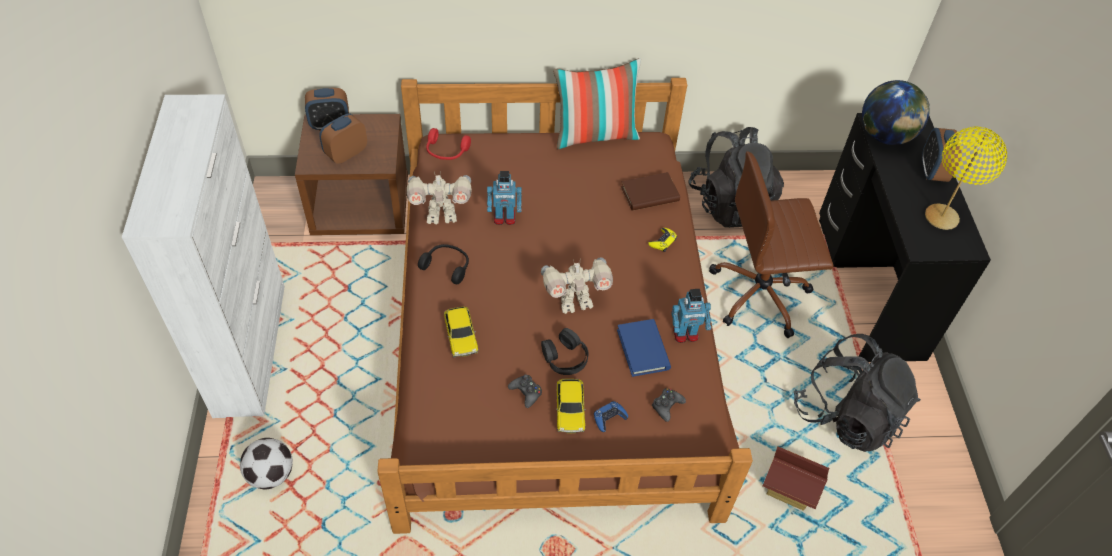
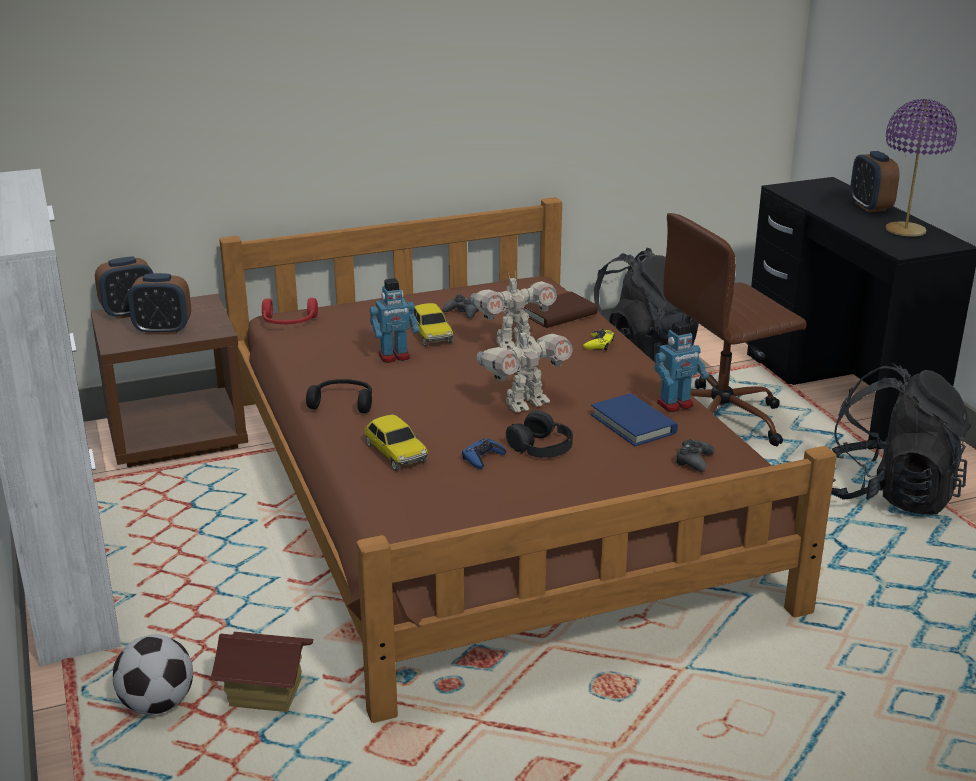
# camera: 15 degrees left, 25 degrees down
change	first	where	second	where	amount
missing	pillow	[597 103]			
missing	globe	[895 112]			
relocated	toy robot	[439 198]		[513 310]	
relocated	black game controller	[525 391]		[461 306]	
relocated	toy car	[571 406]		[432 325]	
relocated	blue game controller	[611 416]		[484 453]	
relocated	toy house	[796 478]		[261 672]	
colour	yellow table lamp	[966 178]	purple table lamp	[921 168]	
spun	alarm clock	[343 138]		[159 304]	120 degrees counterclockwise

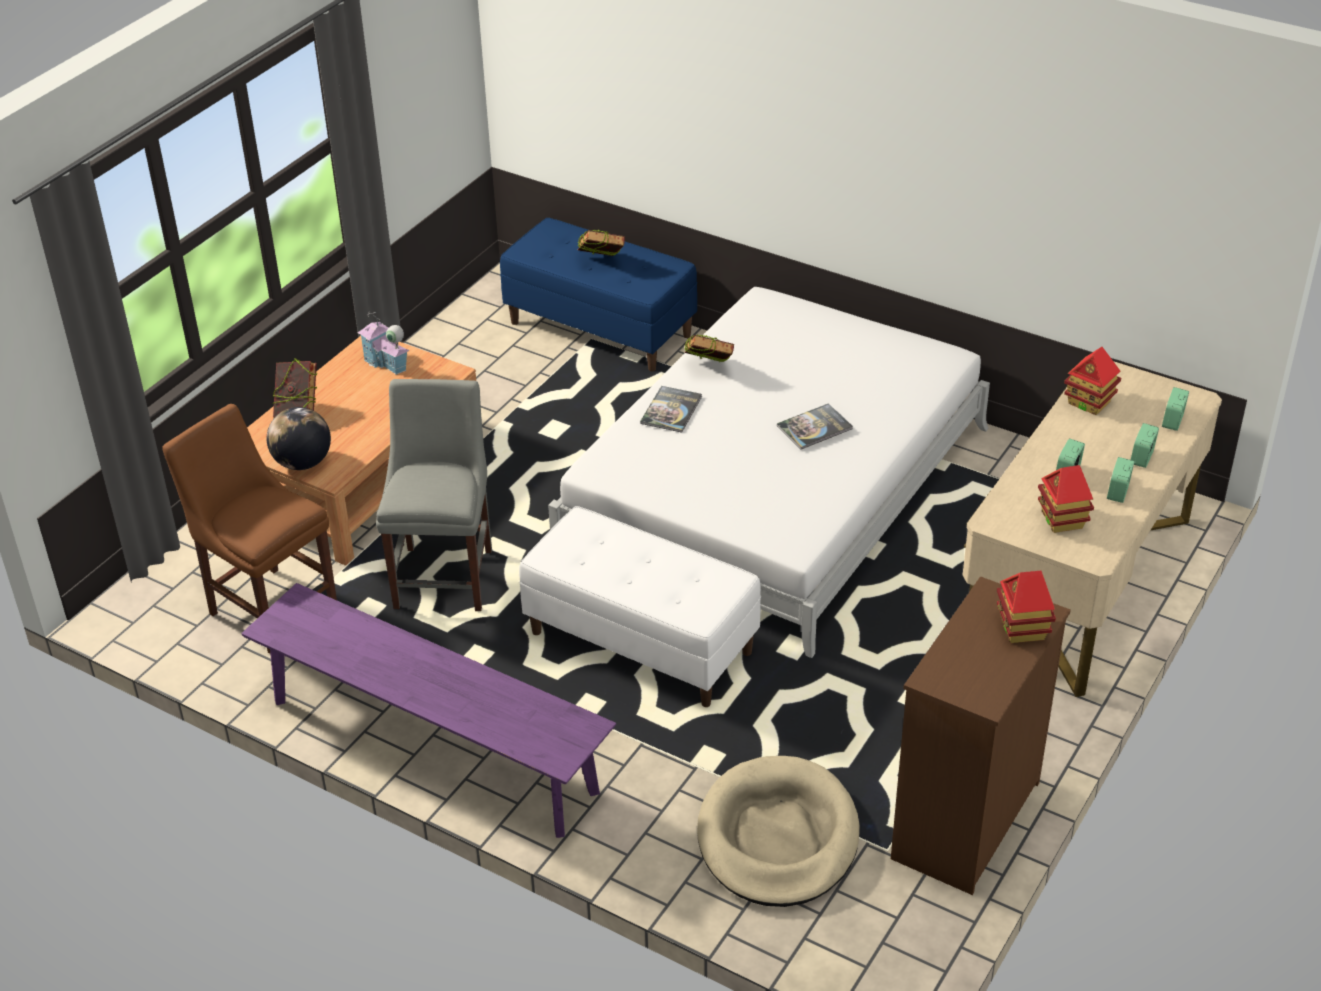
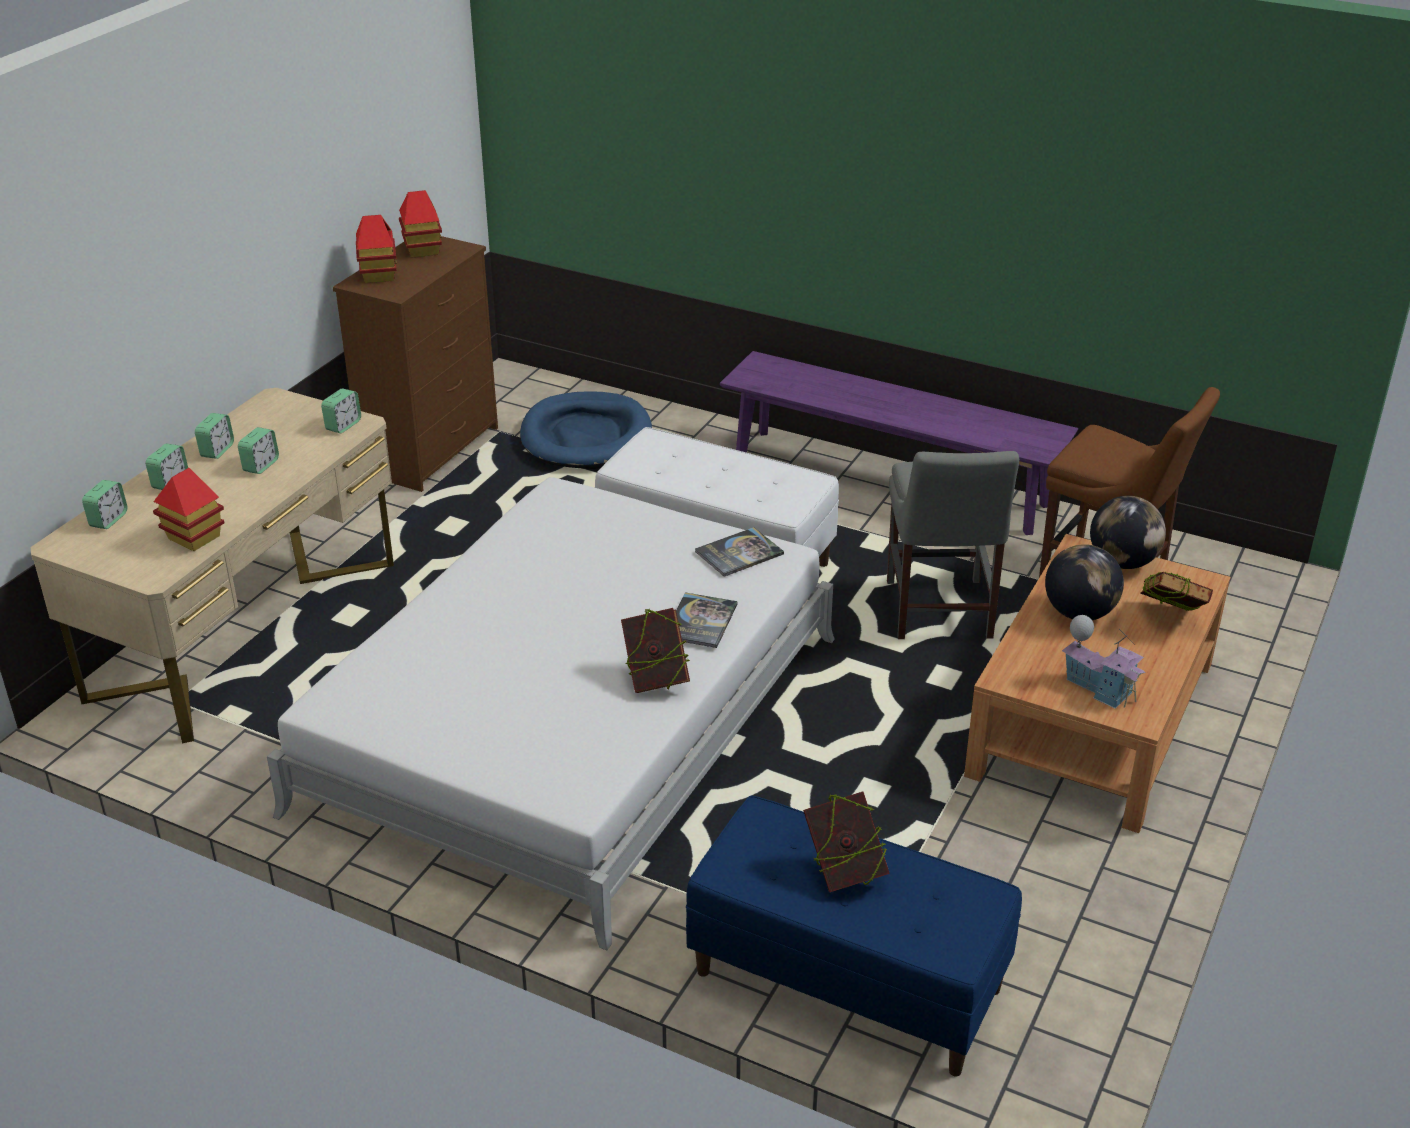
# camera: 175 degrees right, 5 degrees down
change	first	where	second	where	amount
appeared			alarm clock	[341 410]	
appeared			globe	[1084 582]	
relocated	book	[815 426]		[739 552]	
relocated	toy house	[1066 499]		[420 224]	
colour	beige dog bed	[778 831]	blue dog bed	[586 430]	

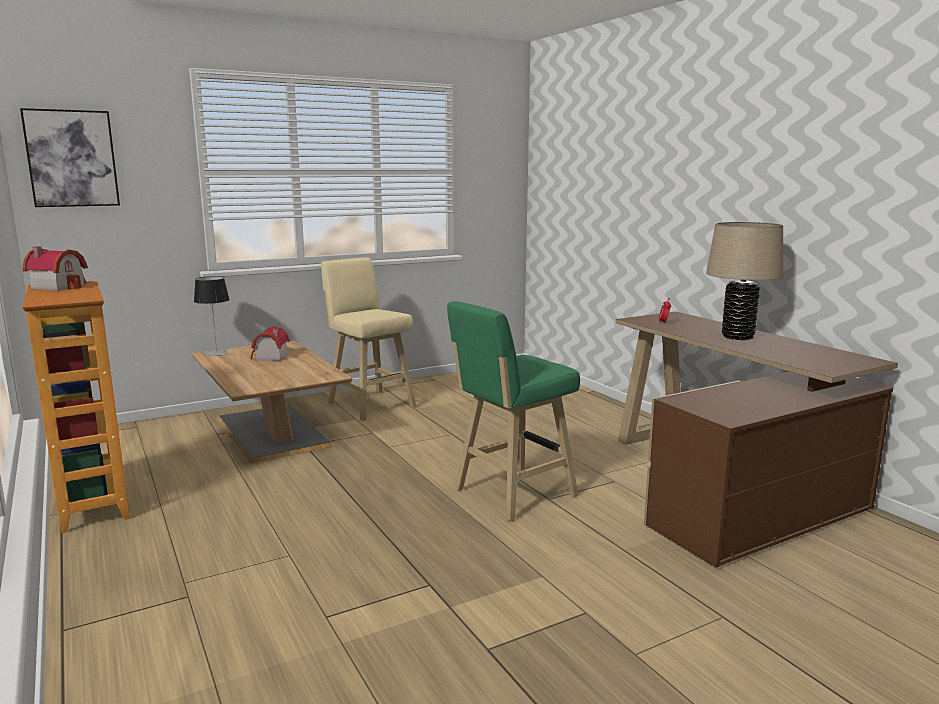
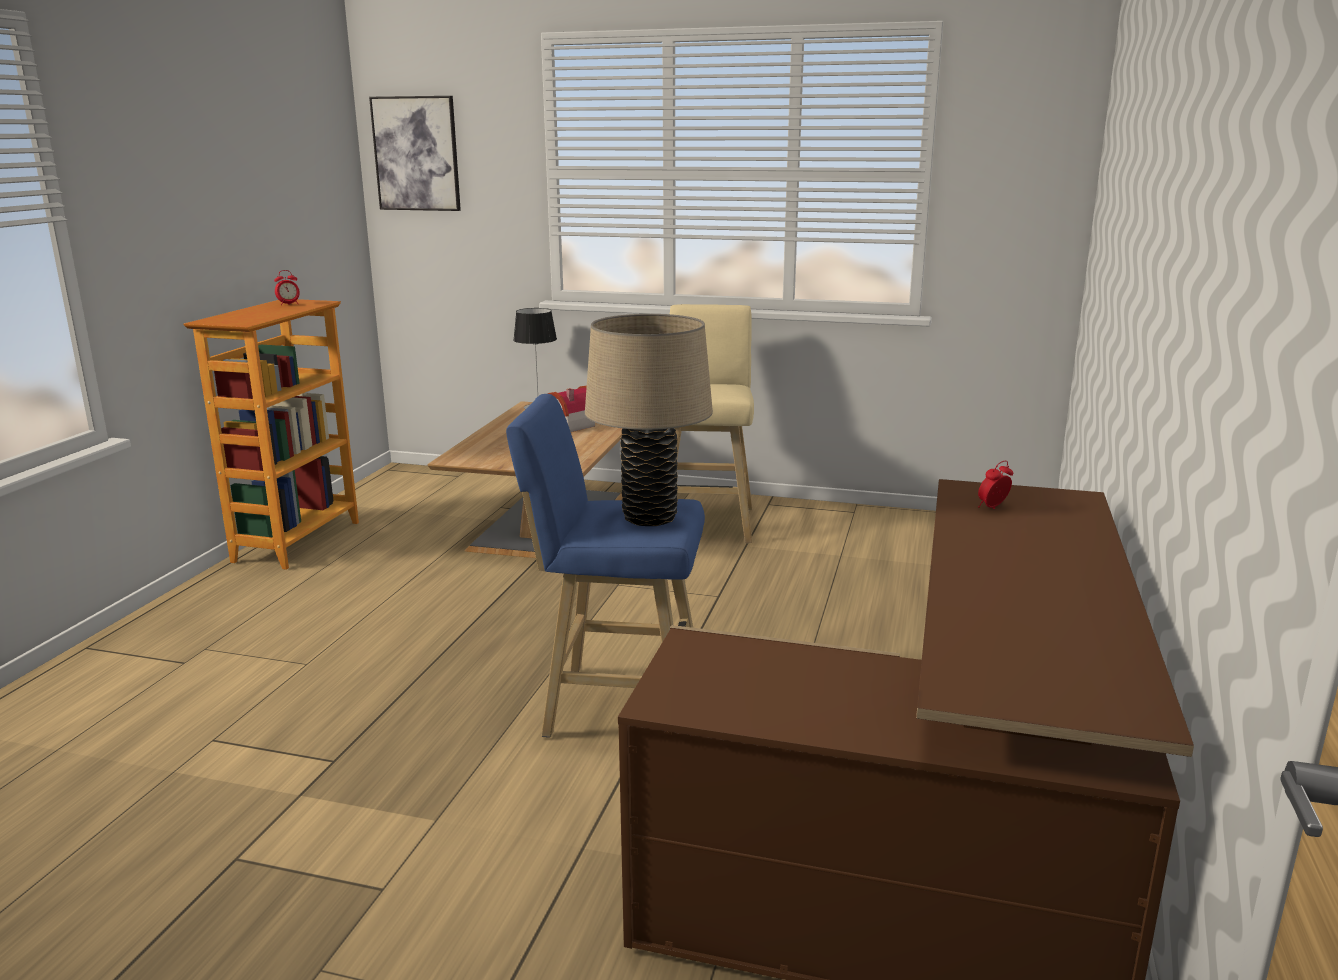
# camera: 45 degrees right, 5 degrees up
change	first	where	second	where	amount
relocated	beige table lamp	[744 281]		[649 420]	
exchanged	toy house	[55 268]	alarm clock	[287 287]	
colour	green stool	[513 411]	blue stool	[605 566]	

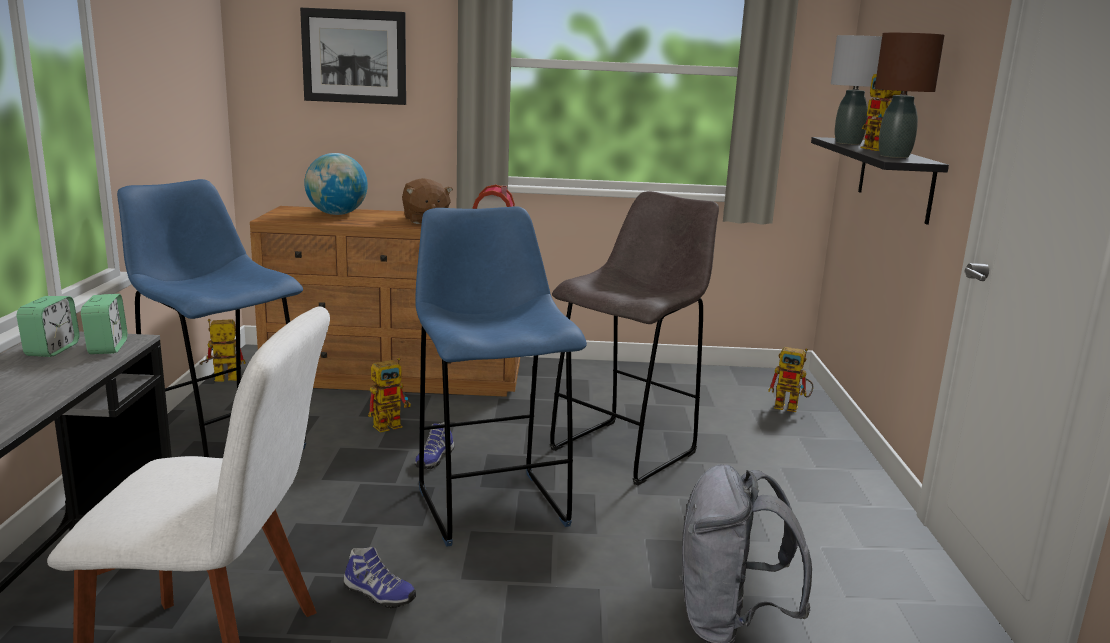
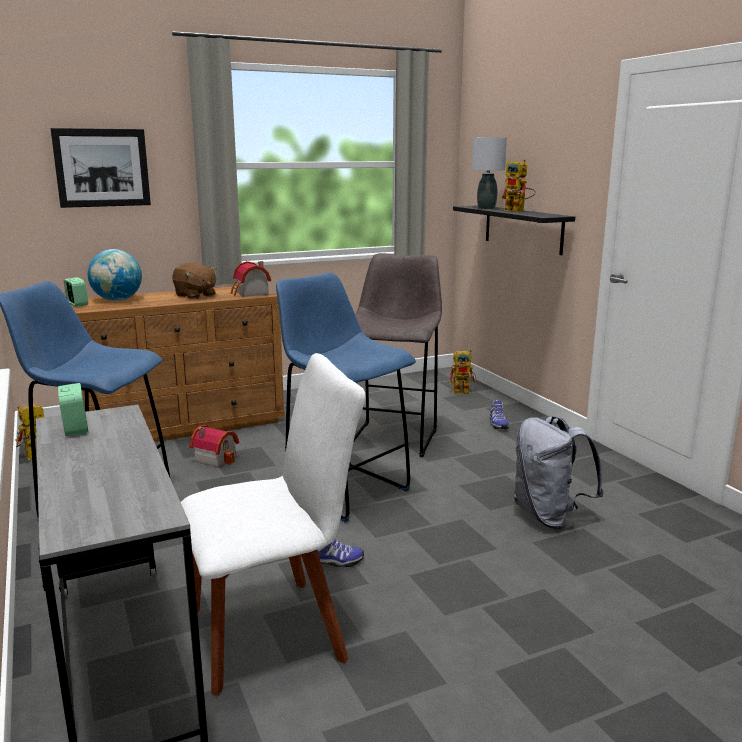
# camera: 25 degrees left, 0 degrees up
change	first	where	second	where	amount
missing	brown table lamp	[910 95]			
relocated	alarm clock	[104 324]		[76 292]	
relocated	shoe	[434 445]		[499 414]	
exchanged	toy robot	[389 395]	toy house	[214 446]	

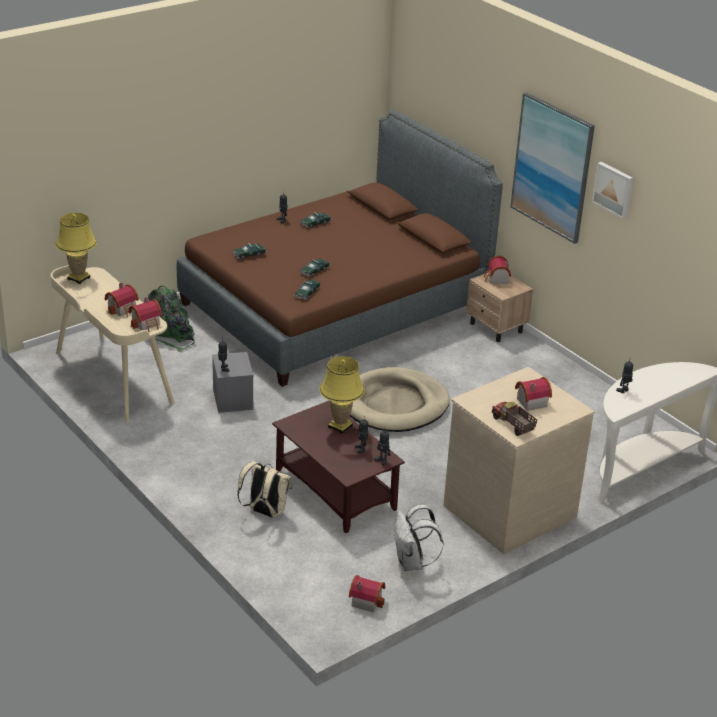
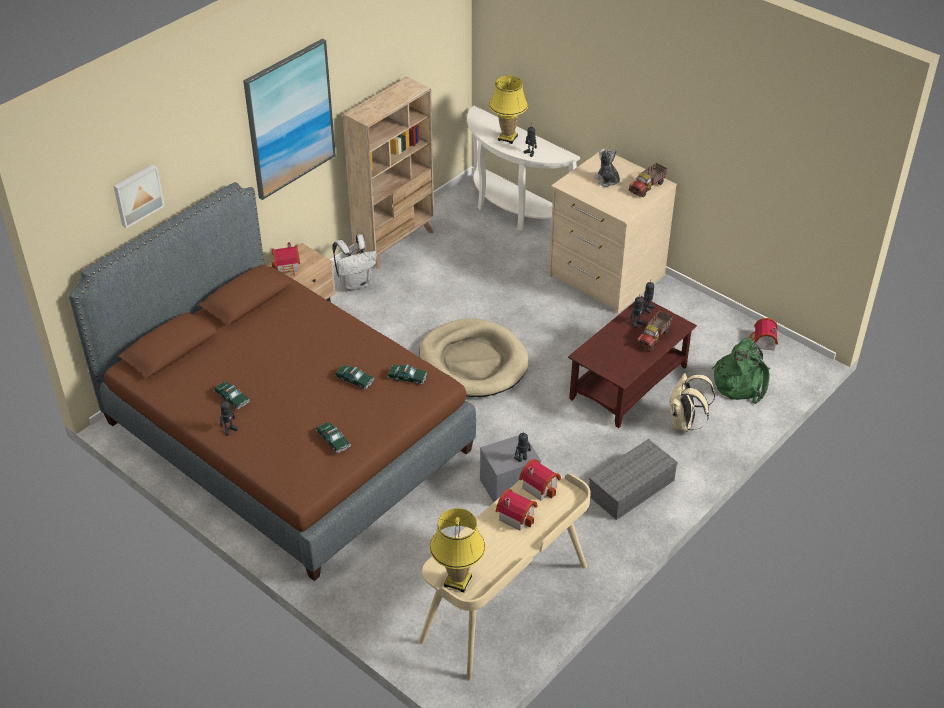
# camera: 100 degrees left, 10 degrees up
change	first	where	second	where	amount
appeared			beige bookcase	[388 173]	
appeared			grey storage box	[633 479]	
appeared			toy truck	[654 331]	
relocated	green backpack	[171 319]		[741 371]	
relocated	yellow table lamp	[342 395]		[508 110]	
relocated	white backpack	[418 537]		[354 262]	
relocated	picture	[612 190]		[139 196]	
exchanged	toy house	[533 394]	plush toy	[607 168]	

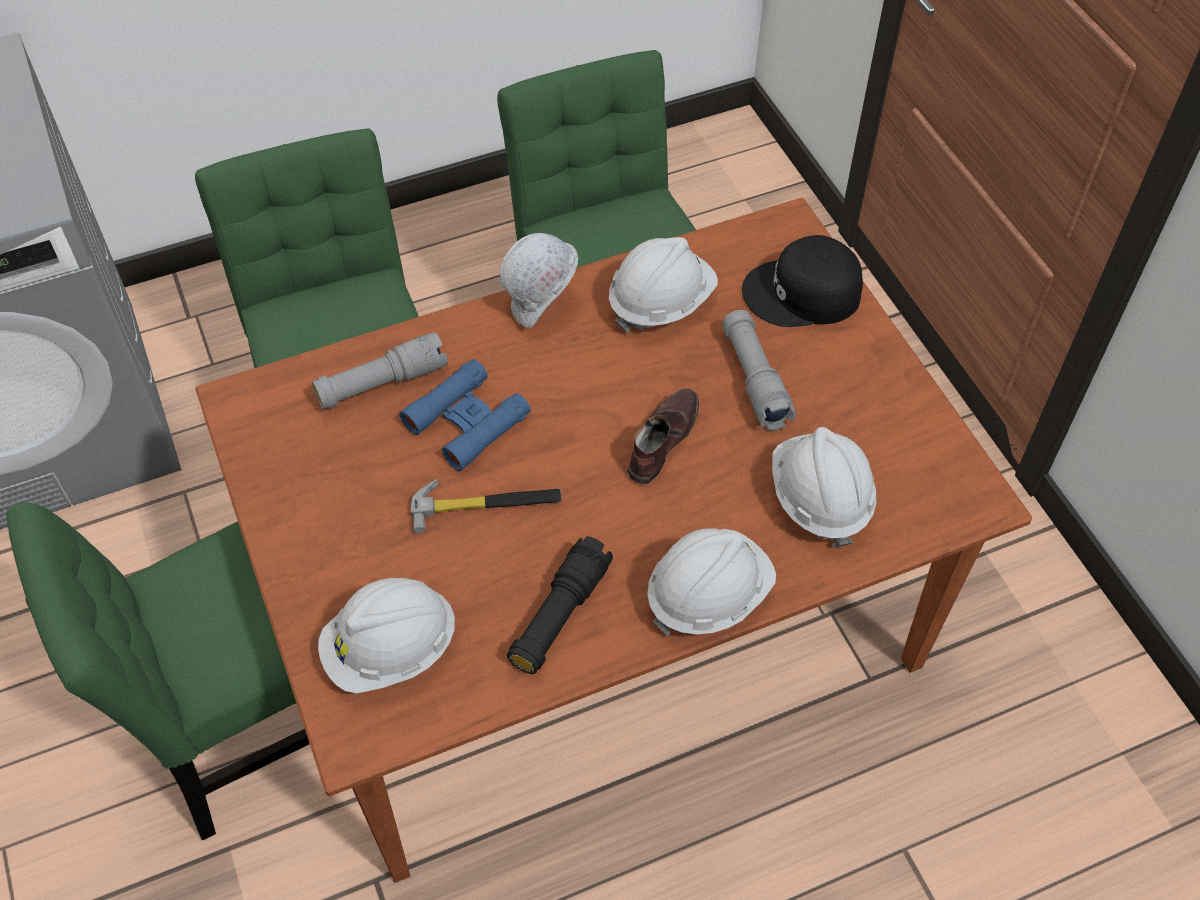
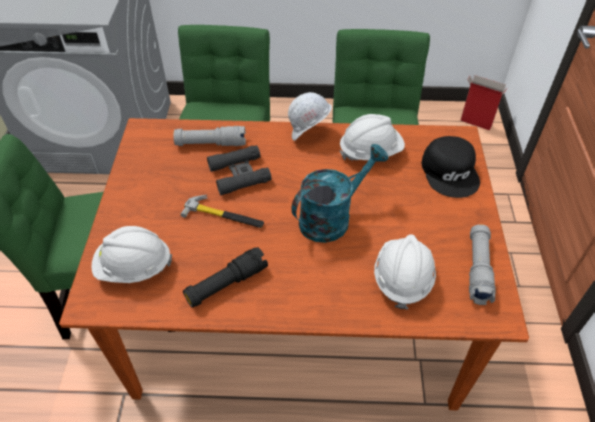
# camera: 25 degrees right, 5 degrees down
change	first	where	second	where	amount
missing	white hard hat	[711 582]			
appeared			cardboard box	[484 102]	
relocated	grey flashlight	[759 370]		[482 264]	
exchanged	brown shoe	[663 436]	turquoise watering can	[340 193]	
colour	blue binoculars	[465 415]	black binoculars	[239 170]	
spun	black cap	[802 281]		[451 167]	120 degrees counterclockwise

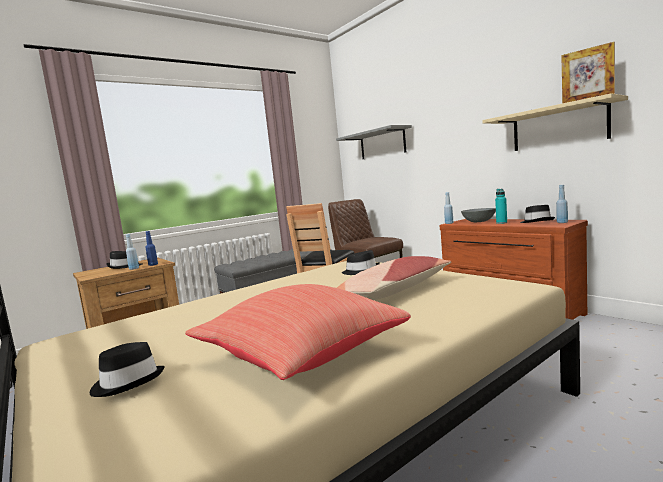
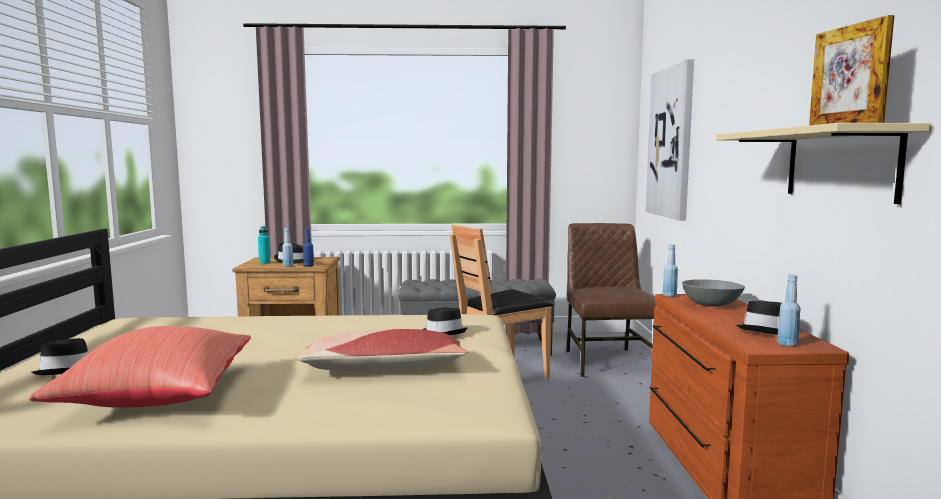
# camera: 35 degrees right, 0 degrees up
change	first	where	second	where	amount
relocated	turquoise bottle	[501 206]		[264 245]	
exchanged	grey shelf	[374 142]	picture	[669 140]	

